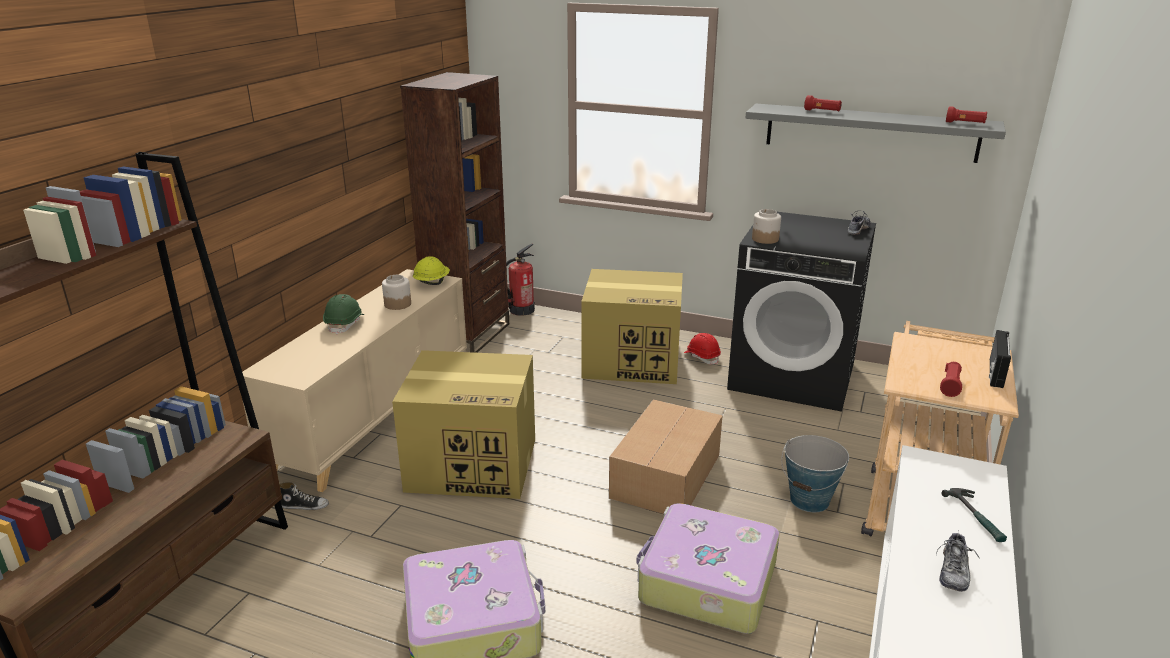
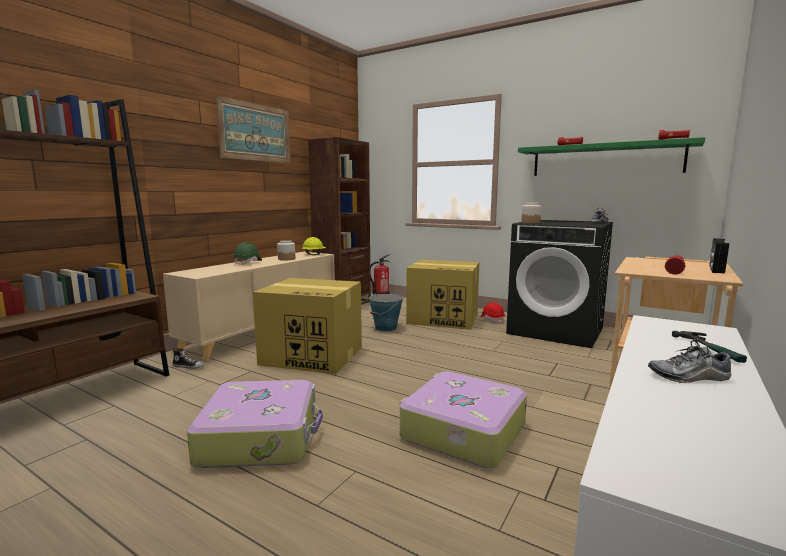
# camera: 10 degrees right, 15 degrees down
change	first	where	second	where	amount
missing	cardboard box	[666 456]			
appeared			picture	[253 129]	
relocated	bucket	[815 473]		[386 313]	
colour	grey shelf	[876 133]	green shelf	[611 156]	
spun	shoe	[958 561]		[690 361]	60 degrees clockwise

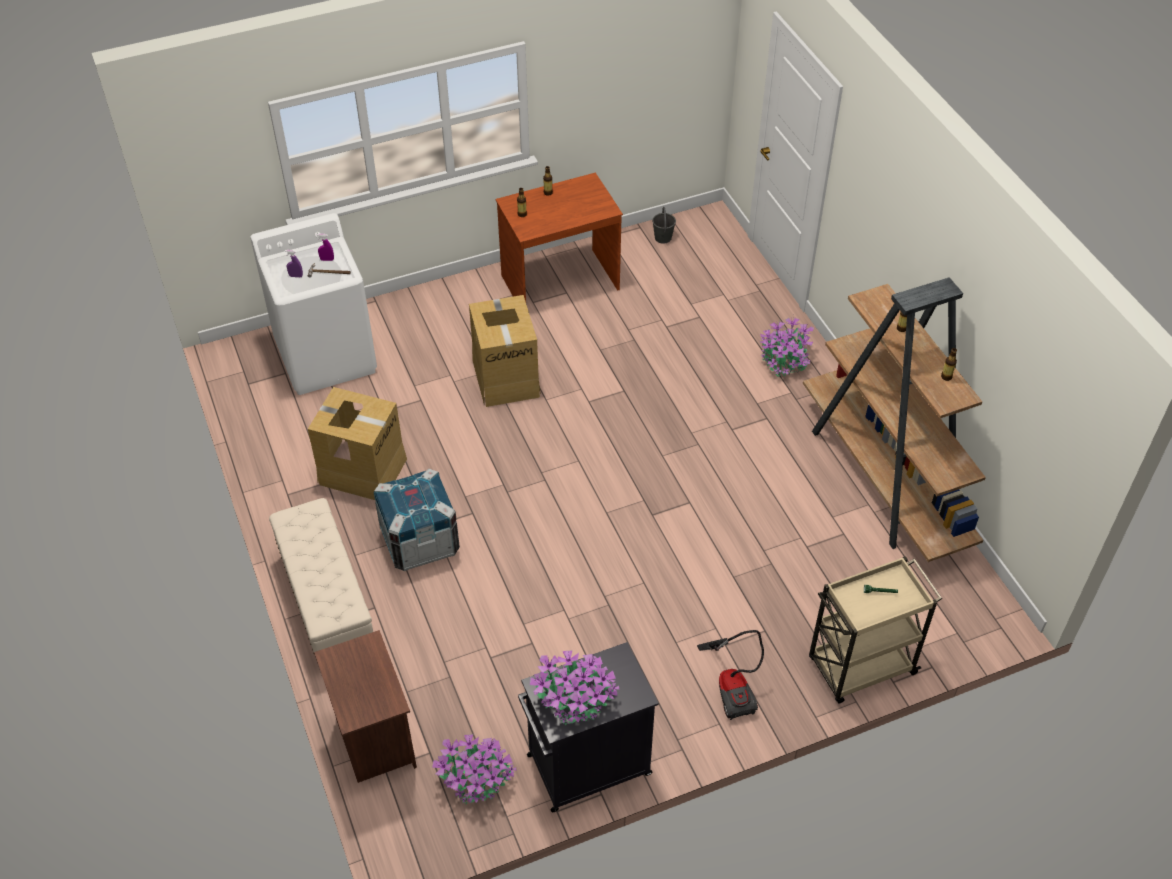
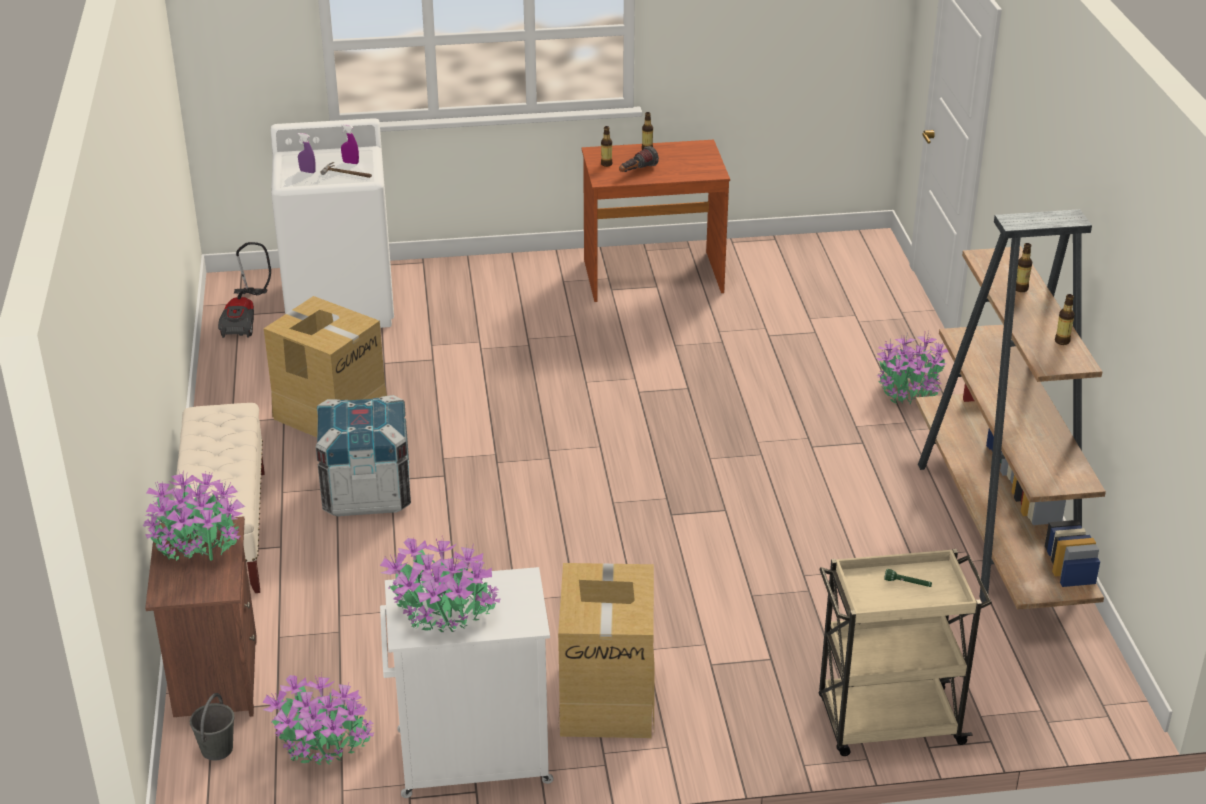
# camera: 15 degrees right, 15 degrees down
change	first	where	second	where	amount
appeared			potted plant	[194 515]	
appeared			flashlight	[639 159]	
relocated	cardboard box	[505 351]		[606 650]	
relocated	grey bucket	[664 225]		[212 727]	
relocated	vacuum cleaner	[730 675]		[244 290]	
colour	black cabinet	[588 727]	white cabinet	[466 682]	

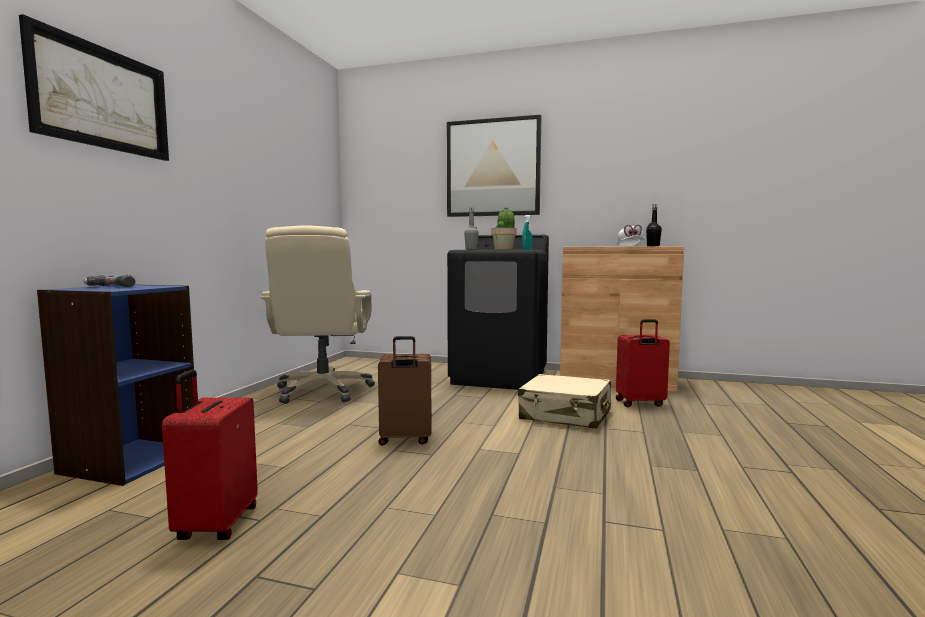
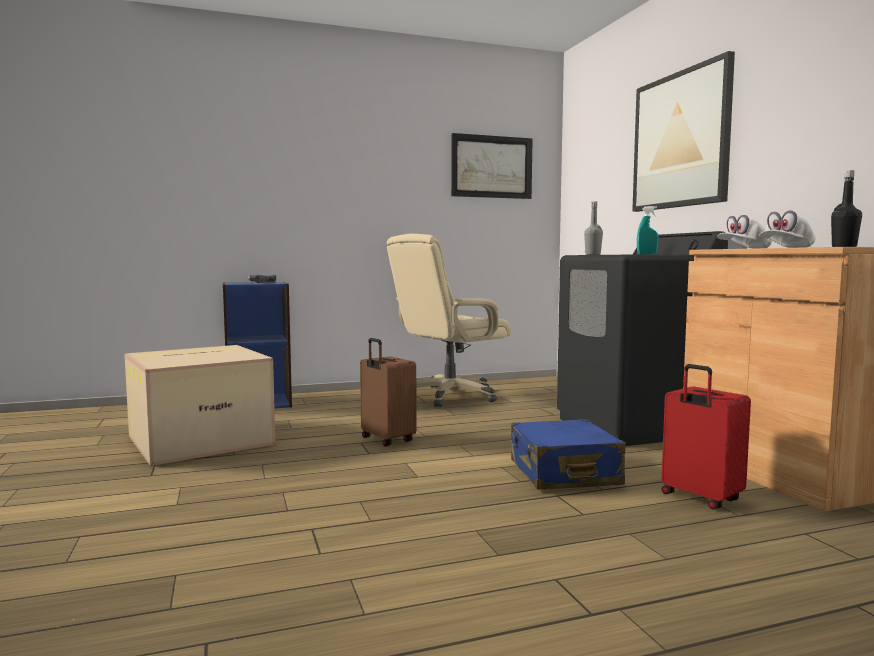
# camera: 55 degrees right, 0 degrees up
change	first	where	second	where	amount
missing	potted plant	[504 228]			
appeared			white cap	[744 232]	
relocated	picture	[94 87]		[492 166]	
exchanged	red suitcase	[210 454]	cardboard box	[200 405]	
colour	beige suitcase	[564 401]	blue suitcase	[568 454]	

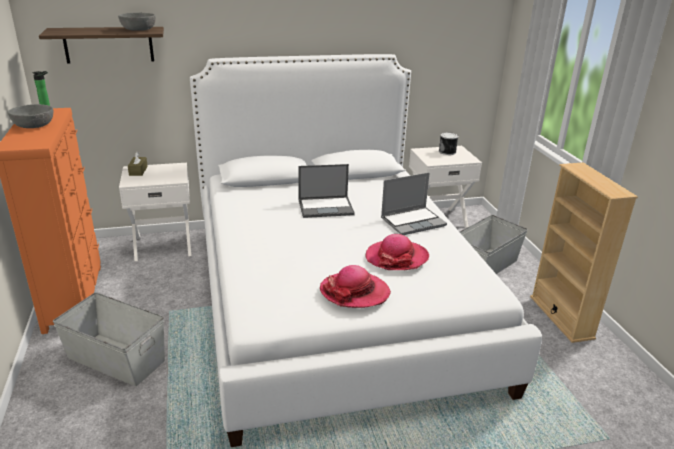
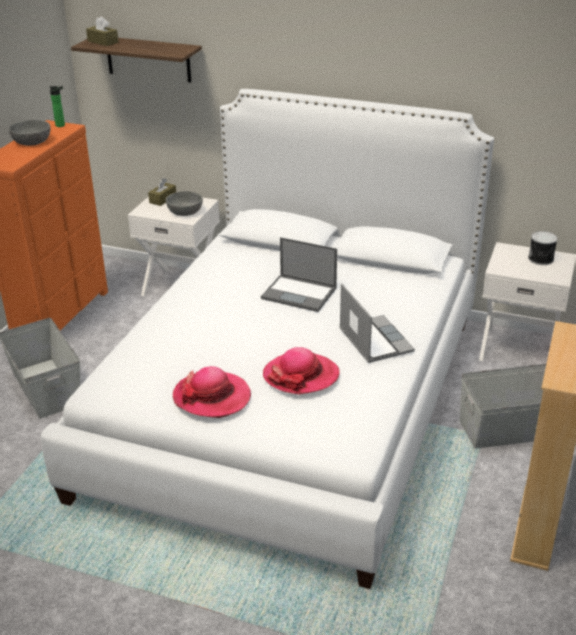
# camera: 35 degrees right, 5 degrees up
change	first	where	second	where	amount
appeared			brown tissue box	[102 31]	
relocated	grey bowl	[137 22]		[184 203]	
spun	laptop	[414 204]		[377 323]	120 degrees counterclockwise

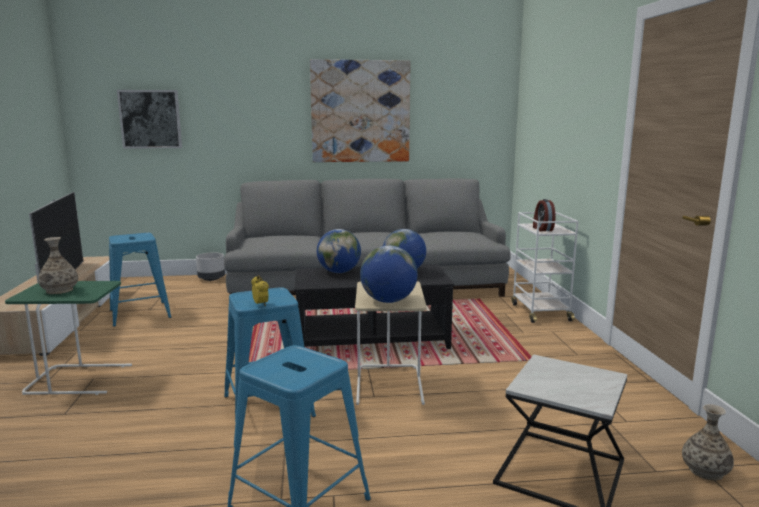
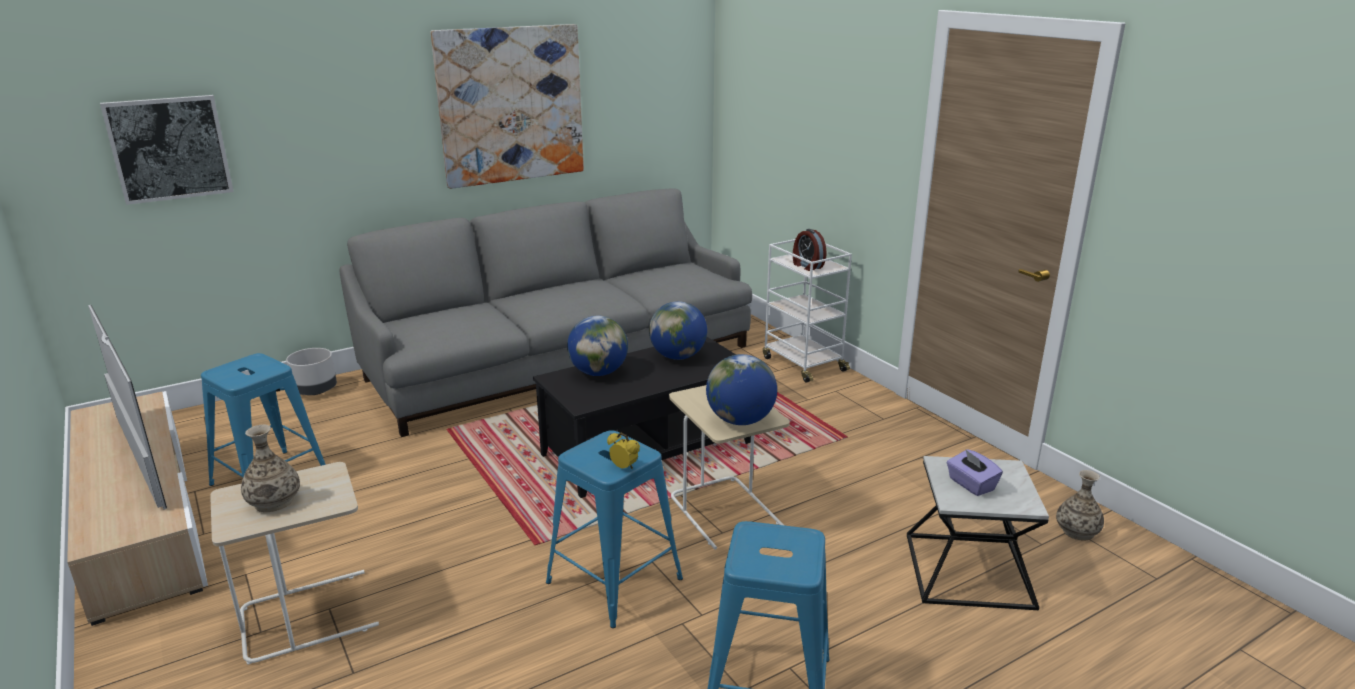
# camera: 25 degrees left, 10 degrees up
change	first	where	second	where	amount
appeared			purple tissue box	[975 472]	
colour	green side table	[68 338]	beige side table	[294 563]	

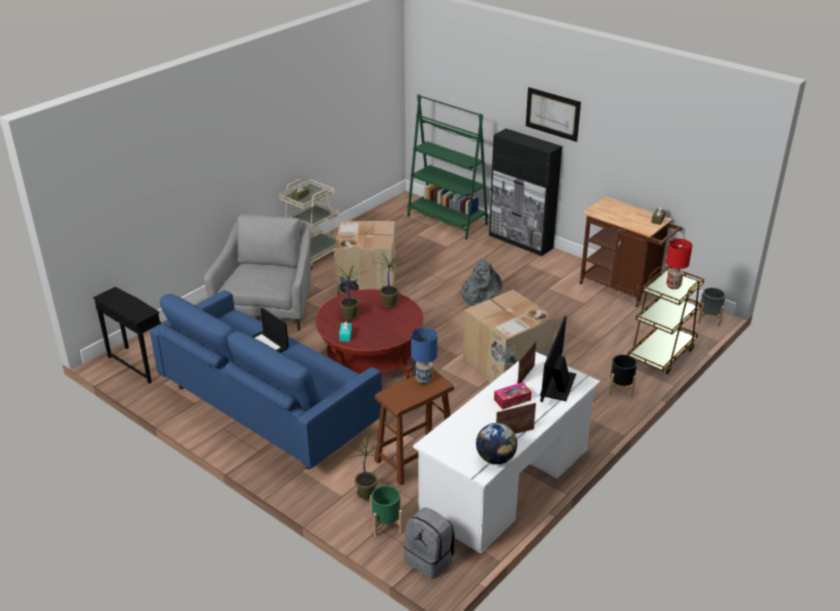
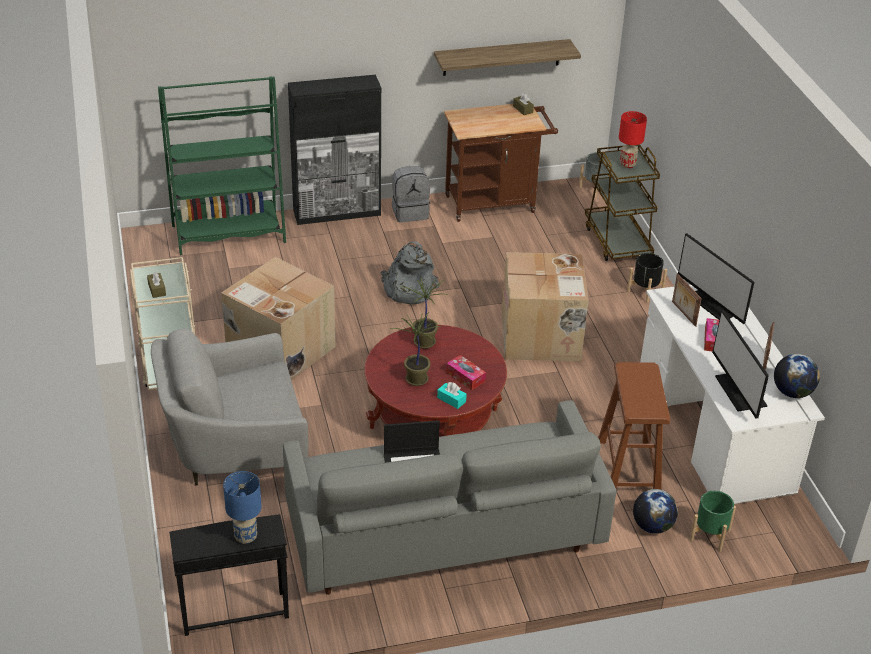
# camera: 55 degrees left, 5 degrees up
change	first	where	second	where	amount
missing	picture	[553 114]			
appeared			shelf	[507 57]	
appeared			tissue box	[466 372]	
appeared			monitor	[740 364]	
relocated	grey backpack	[430 543]		[411 194]	
relocated	blue table lamp	[424 355]		[242 507]	
exchanged	potted plant	[365 467]	globe	[655 511]	
colour	blue sofa	[266 379]	grey sofa	[450 497]	
spun	grey armchair	[257 272]		[230 407]	60 degrees counterclockwise

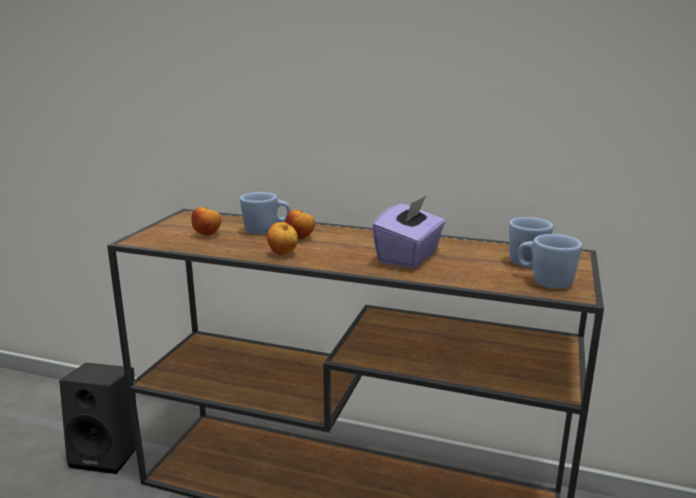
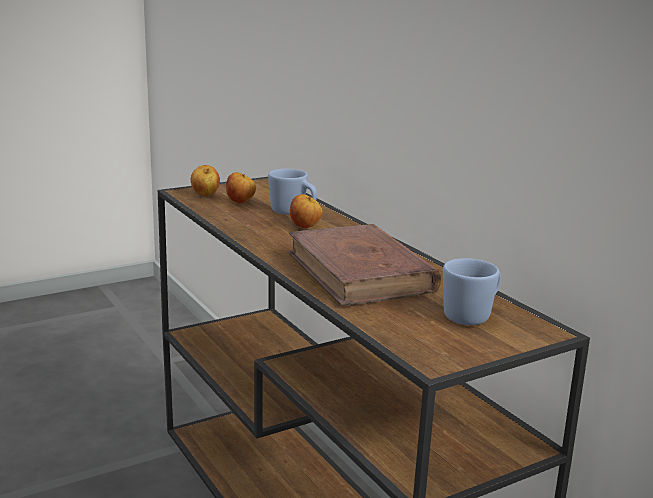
# camera: 40 degrees right, 0 degrees up
change	first	where	second	where	amount
missing	black speaker	[97 418]			
missing	blue mug	[549 261]			
relocated	apple	[282 238]		[205 180]	
exchanged	purple tissue box	[409 231]	brown book	[364 265]	

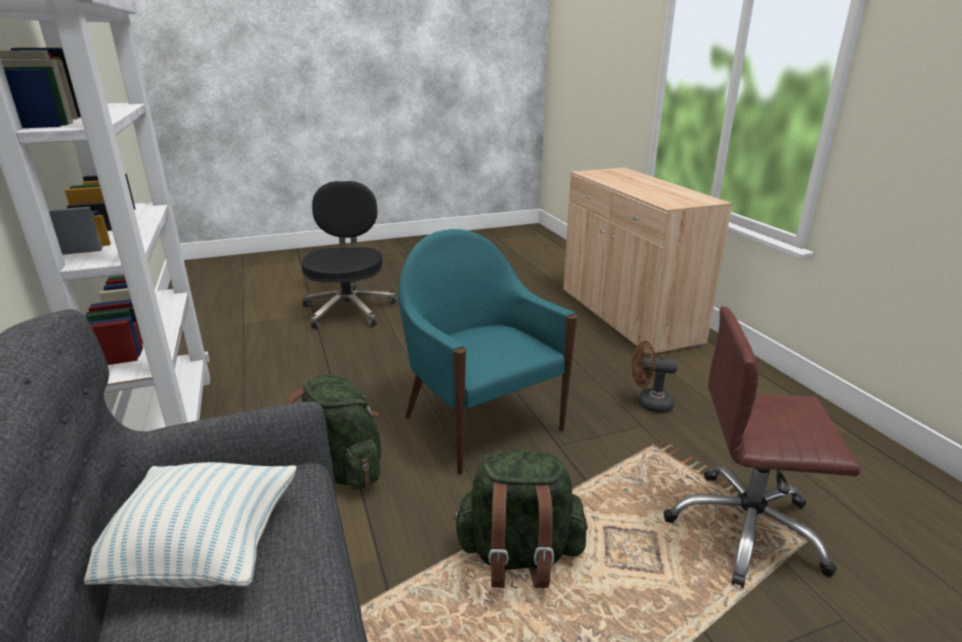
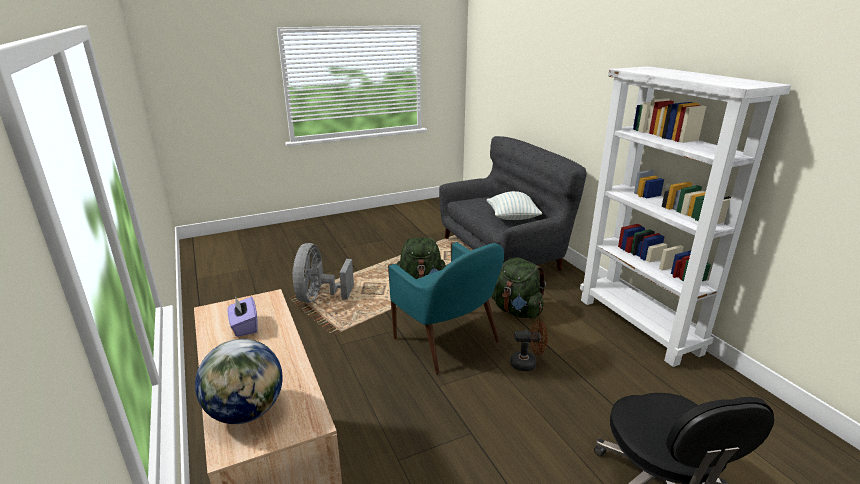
# camera: 175 degrees right, 0 degrees up
change	first	where	second	where	amount
appeared			globe	[239 381]	
appeared			purple tissue box	[243 316]	
relocated	brown fan	[655 377]		[529 345]	
exchanged	brown office chair	[762 447]	grey fan	[323 273]	

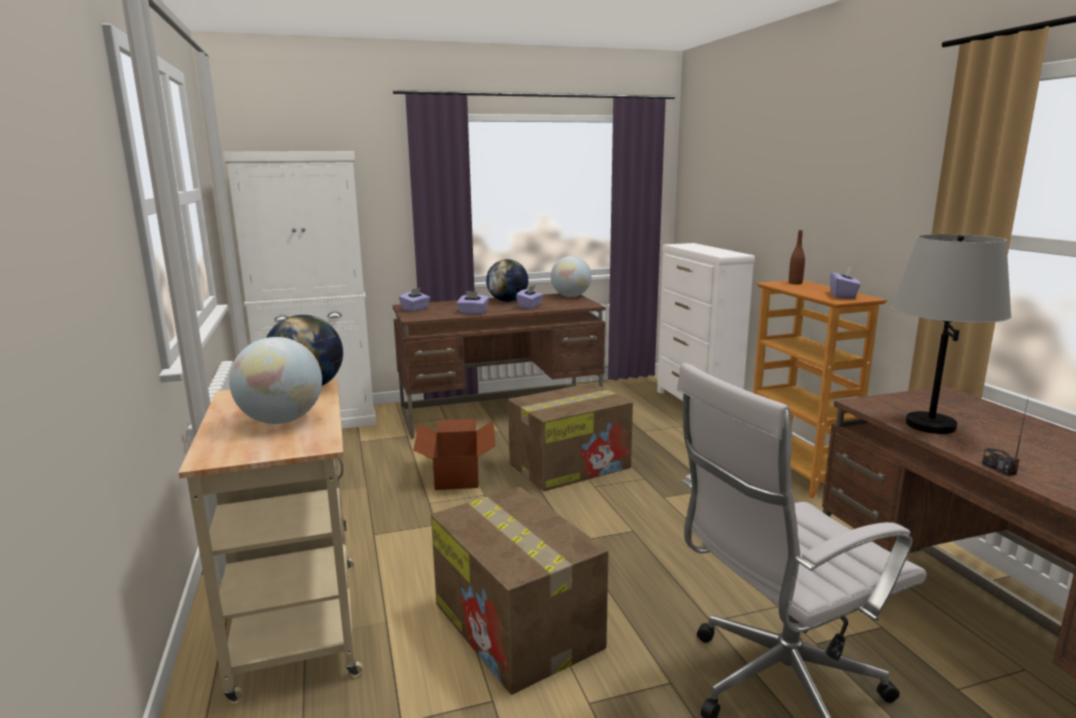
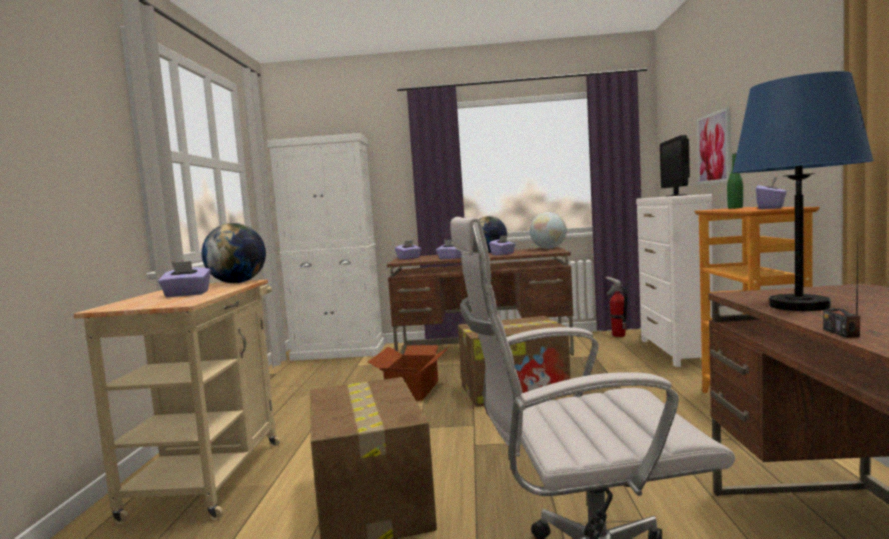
# camera: 20 degrees right, 10 degrees down
change	first	where	second	where	amount
appeared			fire extinguisher	[616 307]	
appeared			monitor	[675 166]	
appeared			picture	[714 146]	
exchanged	globe	[275 380]	purple tissue box	[184 279]	
colour	brown bottle	[797 257]	green bottle	[735 181]	
colour	grey table lamp	[951 334]	blue table lamp	[803 191]	

